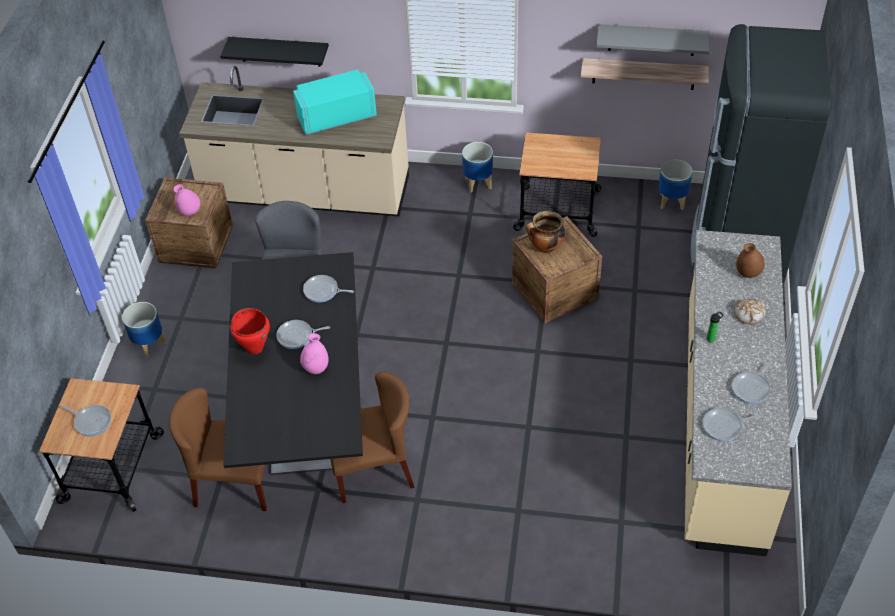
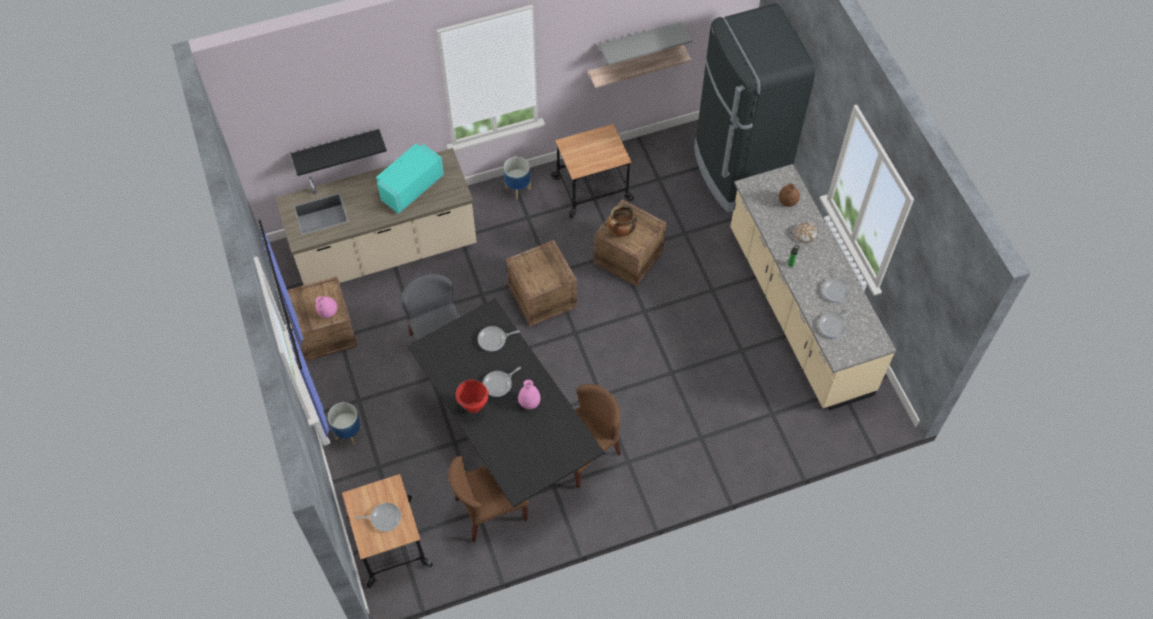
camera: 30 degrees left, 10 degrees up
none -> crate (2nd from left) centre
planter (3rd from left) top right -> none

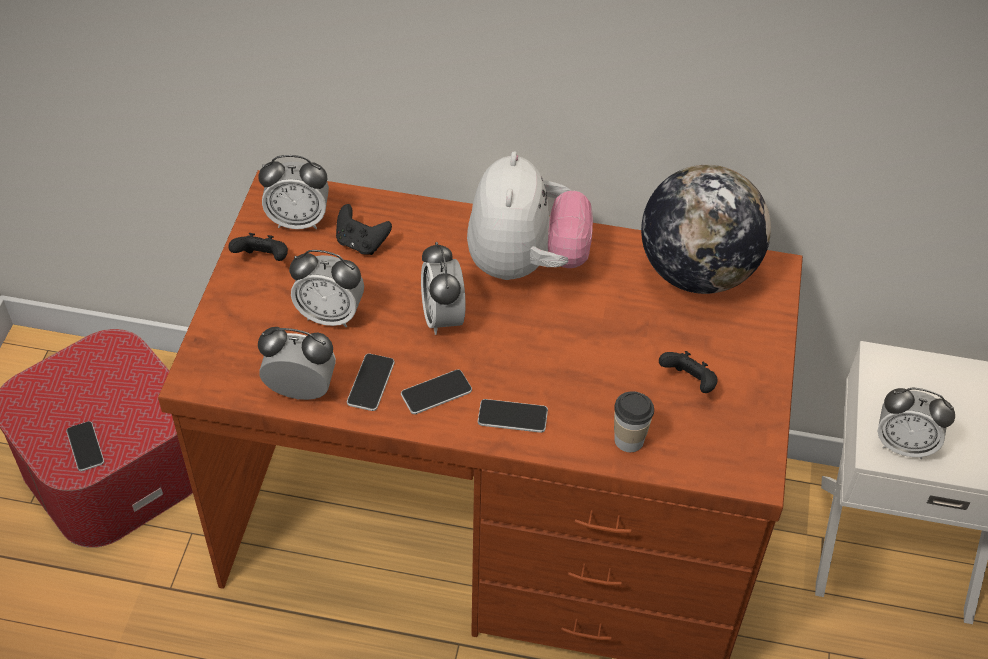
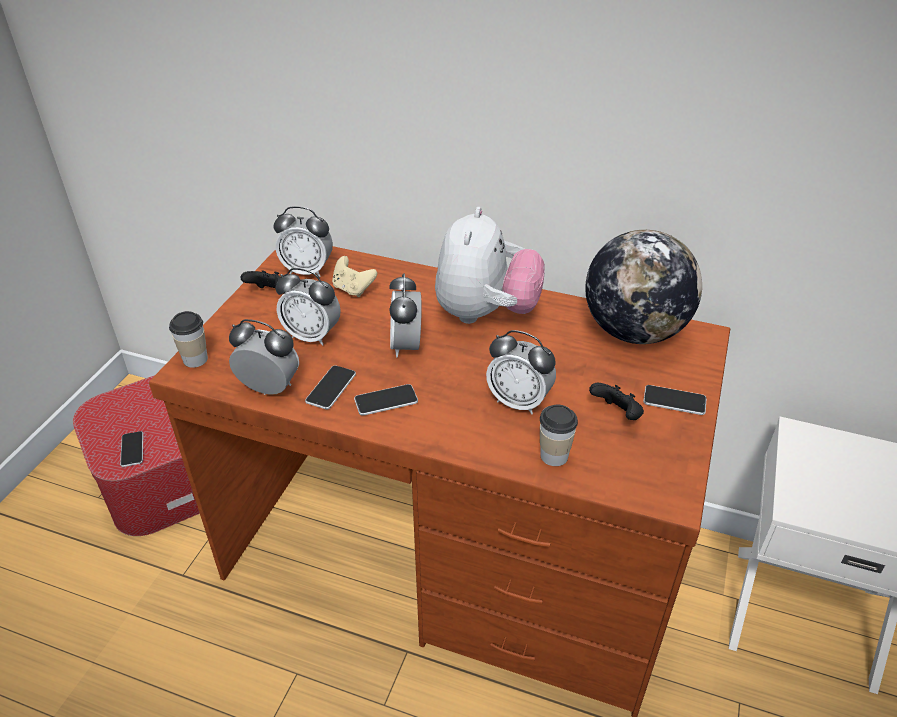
camera: 10 degrees right, 10 degrees down
none -> cup (1st from left) middle left
black game controller (2nd from left) centre -> beige game controller centre
alarm clock (5th from left) middle right -> alarm clock (5th from left) centre, move
phone (4th from left) centre -> phone (4th from left) middle right, move

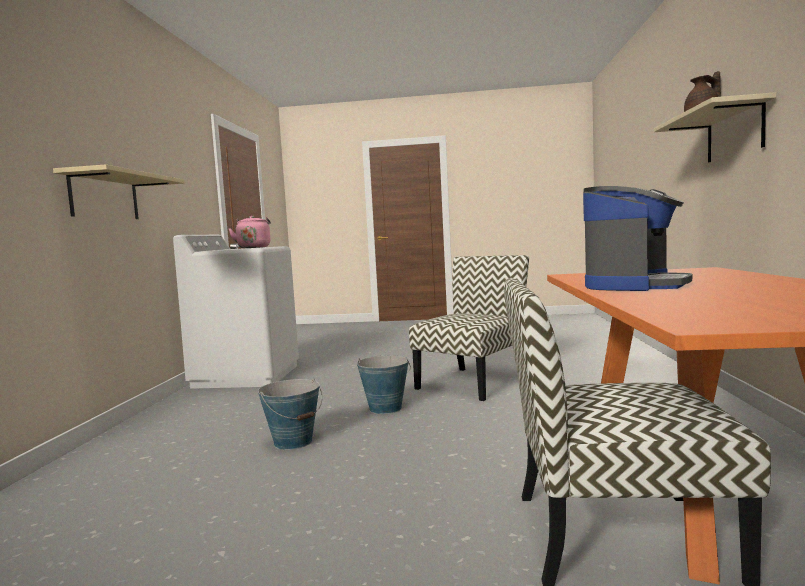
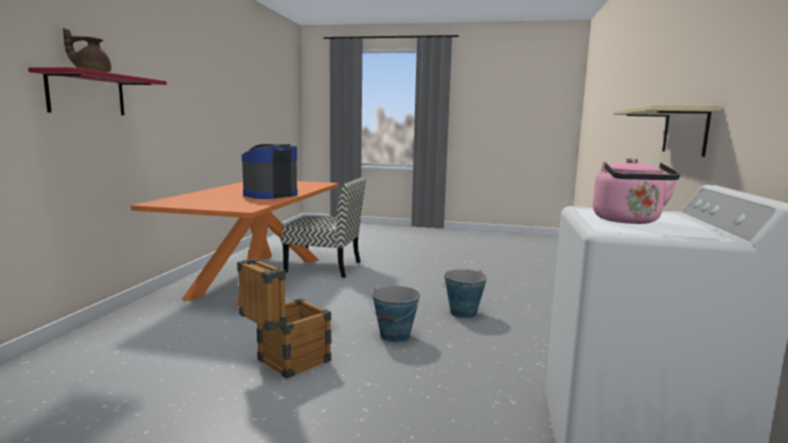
camera: 175 degrees left, 5 degrees up
beige shelf (2nd from left) top right -> red shelf top left
chair (1st from left) centre -> crate bottom centre

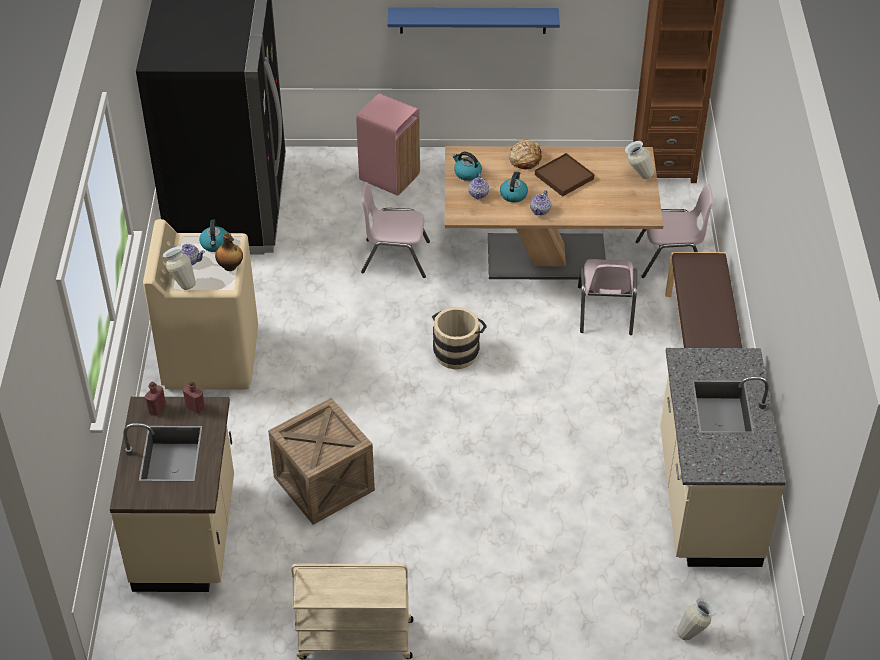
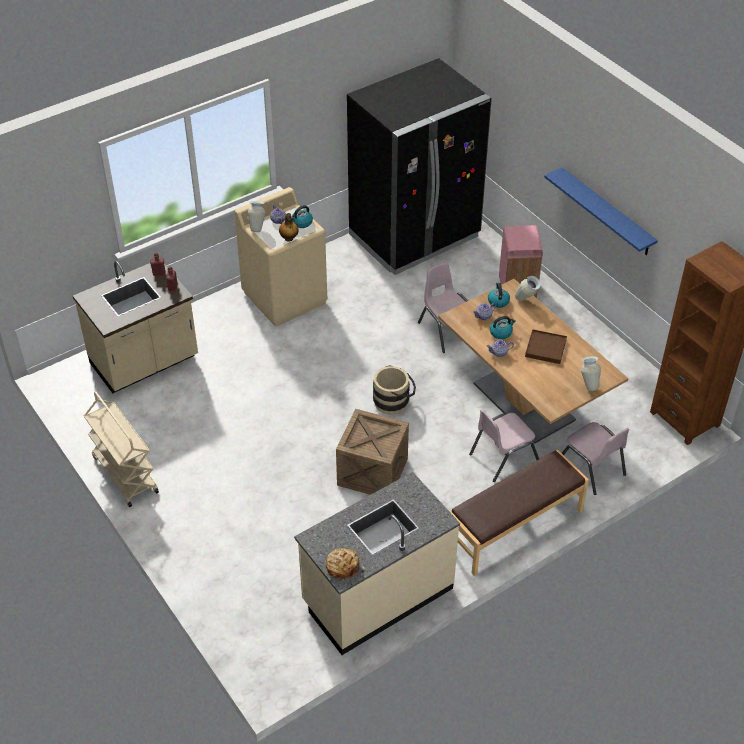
camera: 55 degrees right, 0 degrees up
bread top centre -> bread bottom centre, move
crate bottom centre -> crate centre, move
vase (3rd from left in the first image) bottom right -> vase (2nd from left) middle right, move

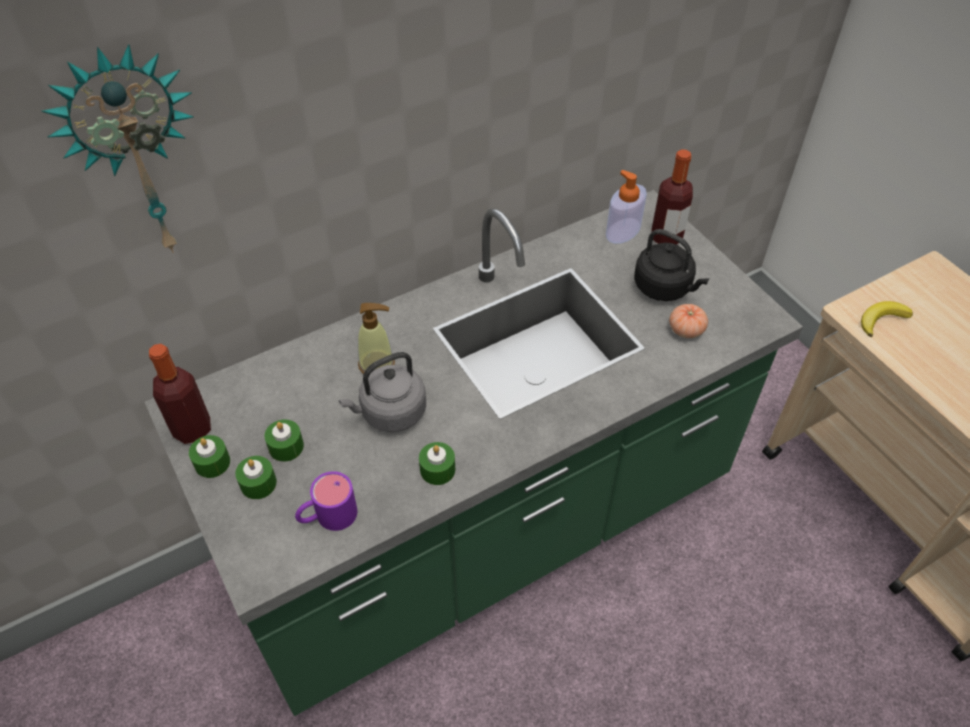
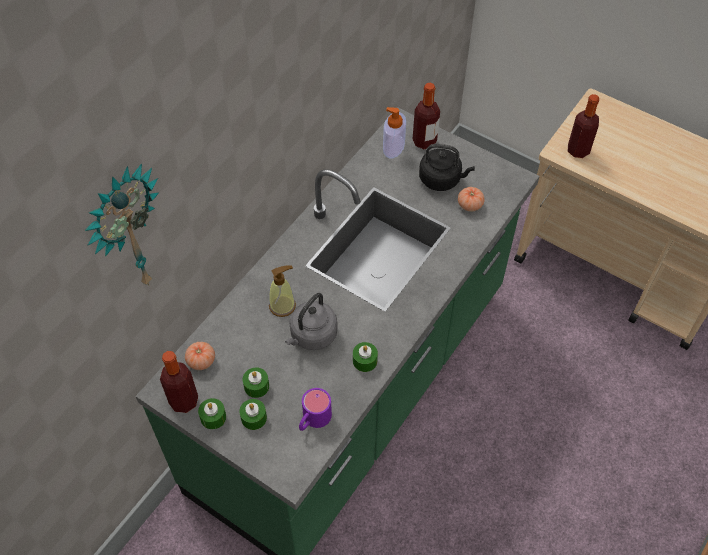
camera: 25 degrees left, 5 degrees up
none -> tomato (1st from left) middle left
banana middle right -> bottle (3rd from left) top right

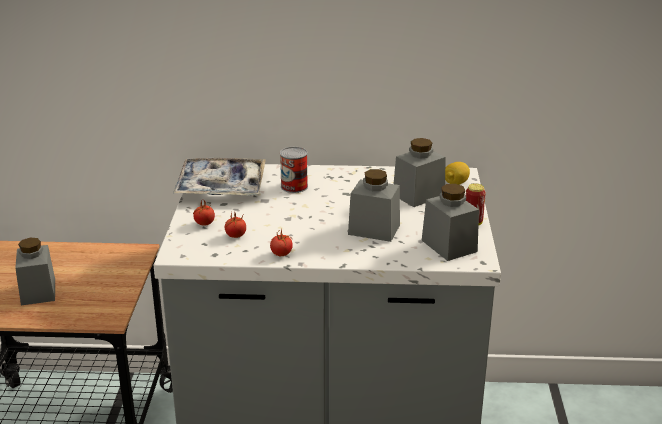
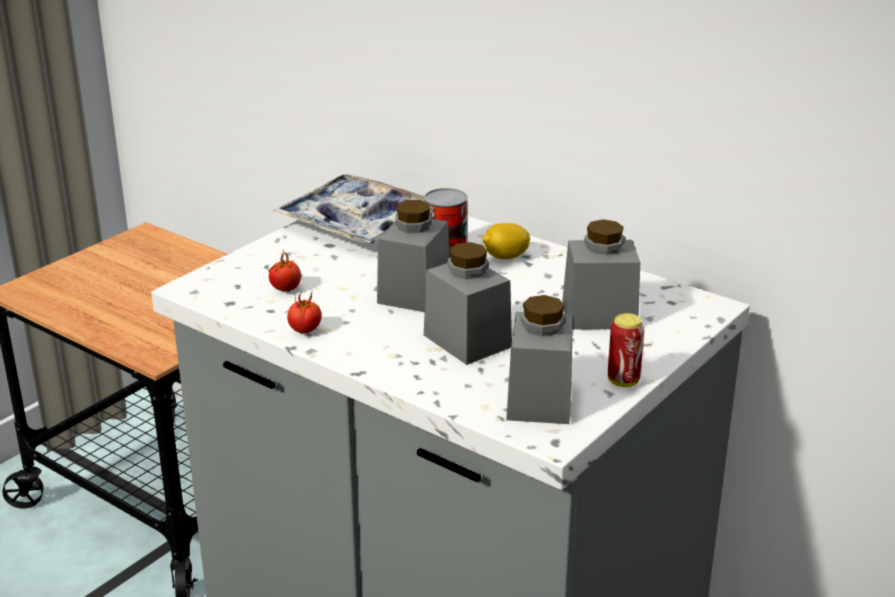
camera: 35 degrees right, 0 degrees up
grey jar (1st from left) middle left -> grey jar (1st from left) centre, move
lemon middle right -> lemon centre, move
tomato (1st from left) middle left -> none

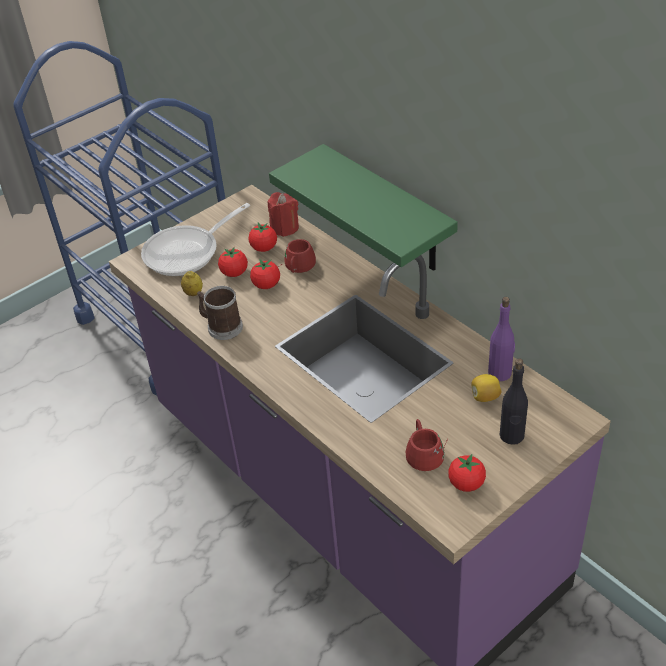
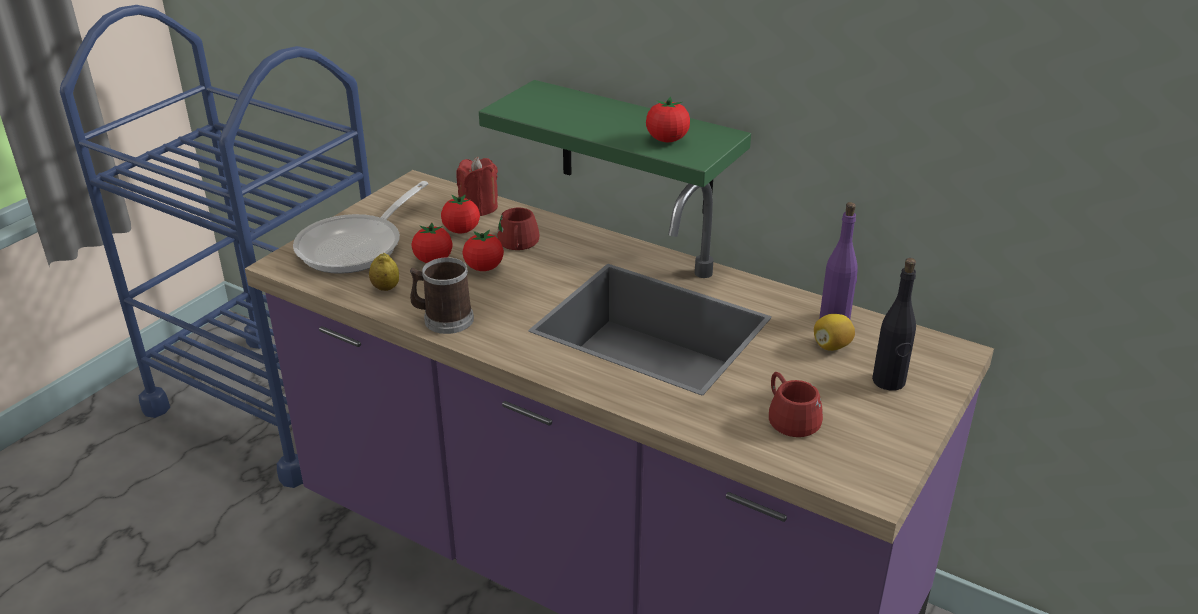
camera: 20 degrees left, 10 degrees down
tomato (4th from left) bottom right -> tomato (4th from left) top centre, move

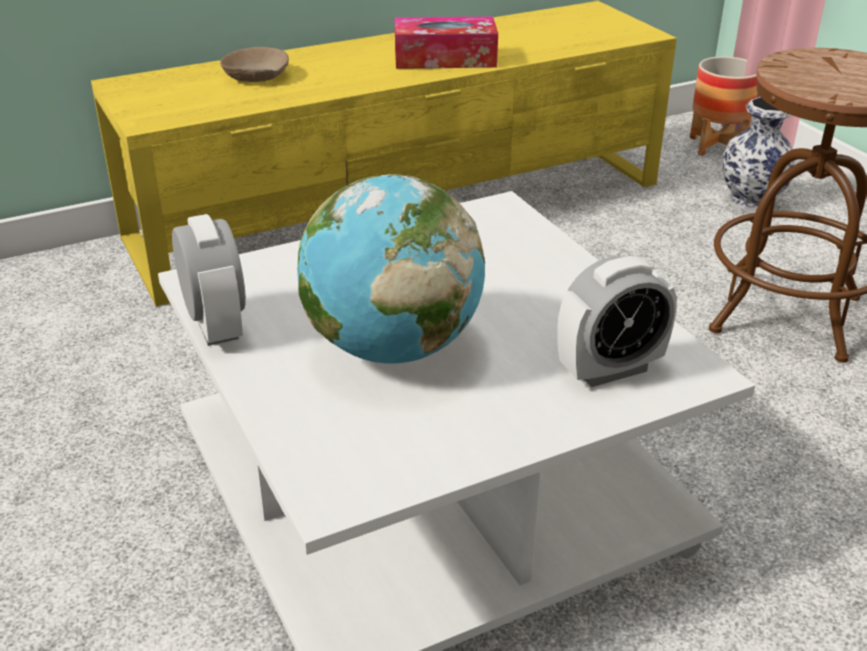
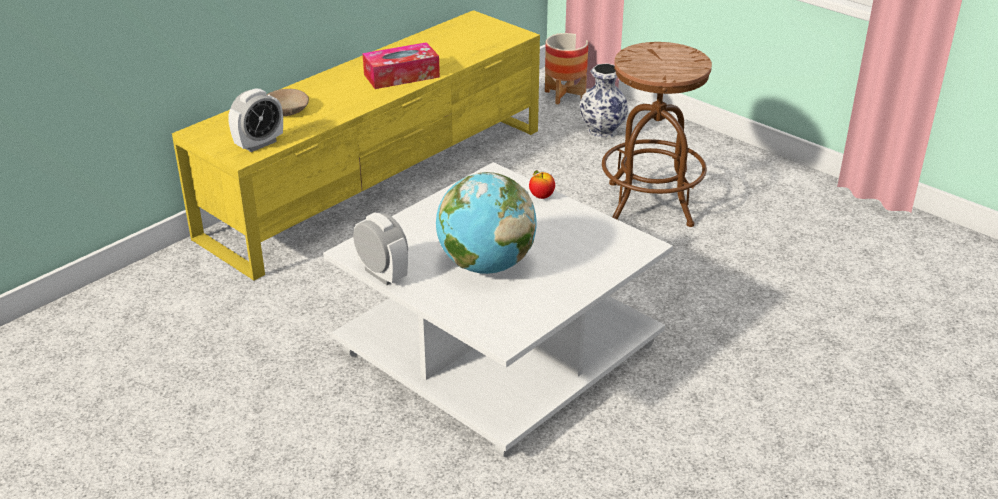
camera: 20 degrees left, 0 degrees up
alarm clock (2nd from left in the first image) middle right -> alarm clock (1st from left) top left, move
none -> apple centre

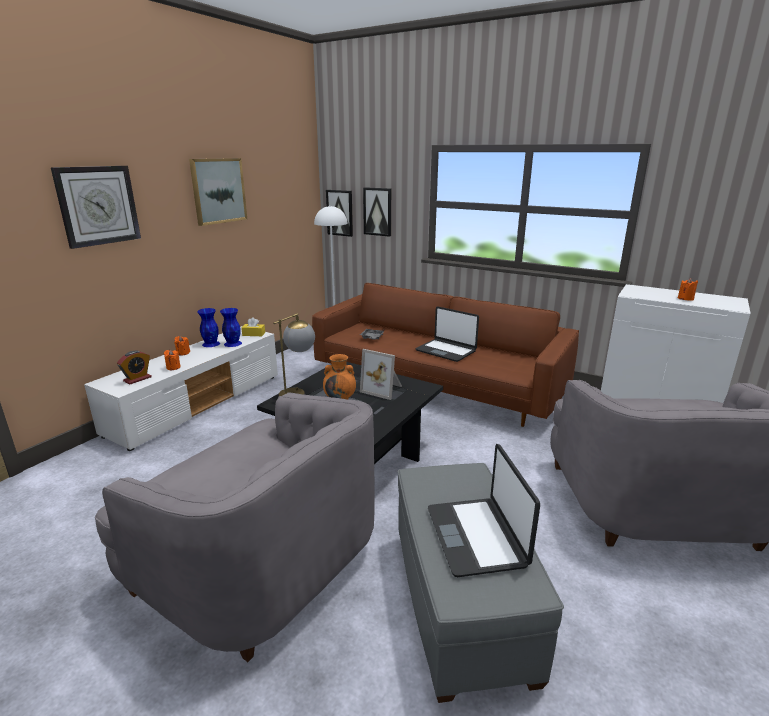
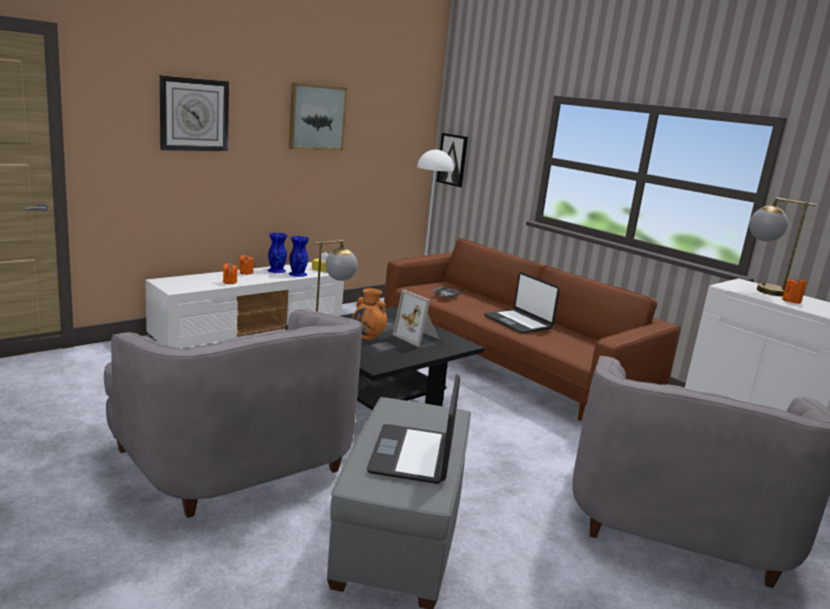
camera: 15 degrees right, 5 degrees down
none -> table lamp (2nd from left) middle right
alarm clock middle left -> none
picture (3rd from left) top centre -> none

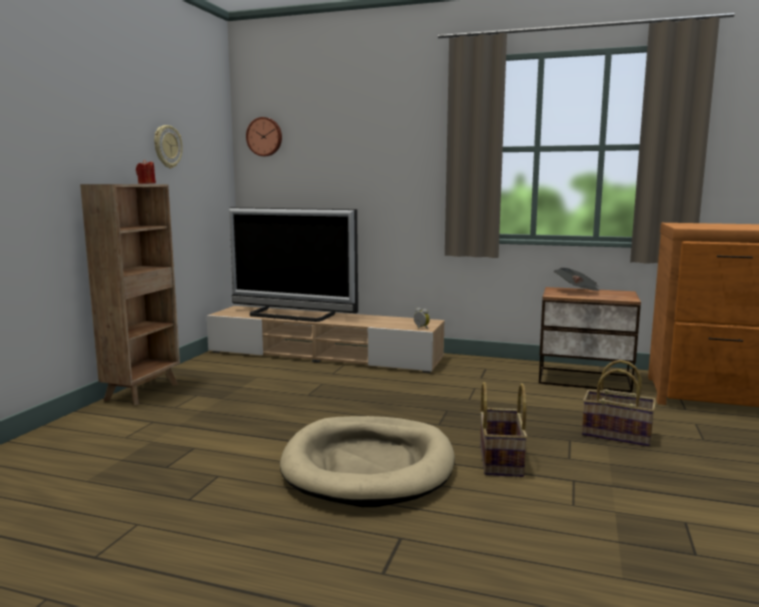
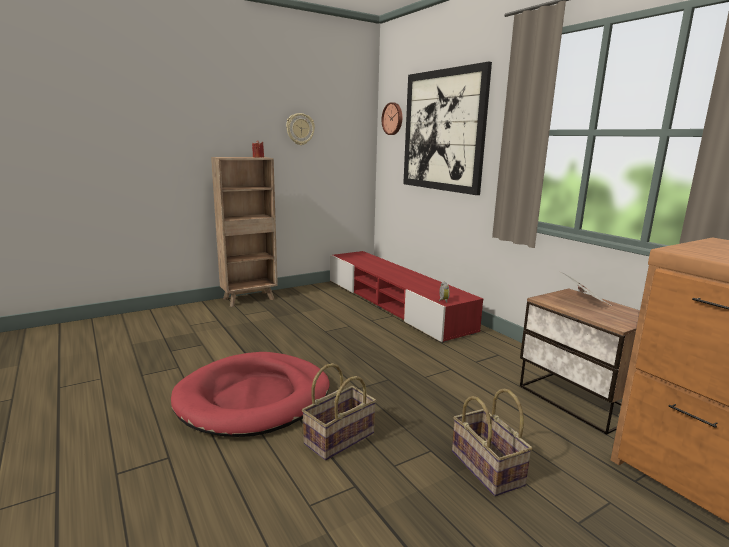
camera: 40 degrees right, 5 degrees up
beige dog bed bottom centre -> red dog bed bottom centre
beige tv stand centre -> red tv stand centre
none -> picture top centre
television centre -> none

